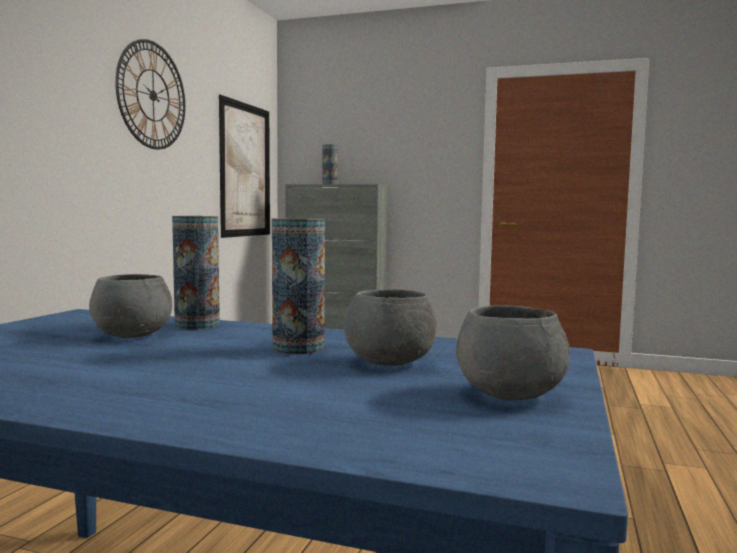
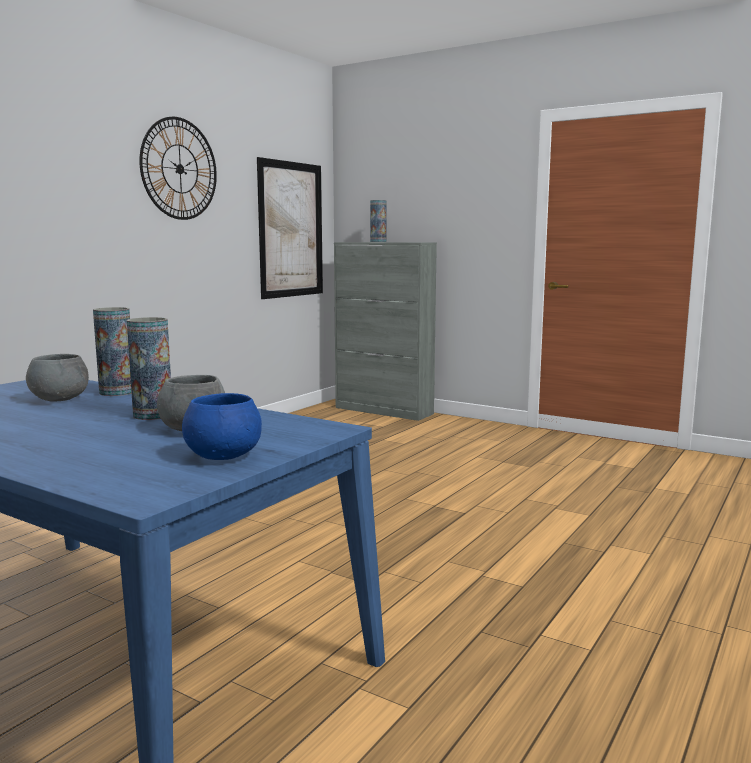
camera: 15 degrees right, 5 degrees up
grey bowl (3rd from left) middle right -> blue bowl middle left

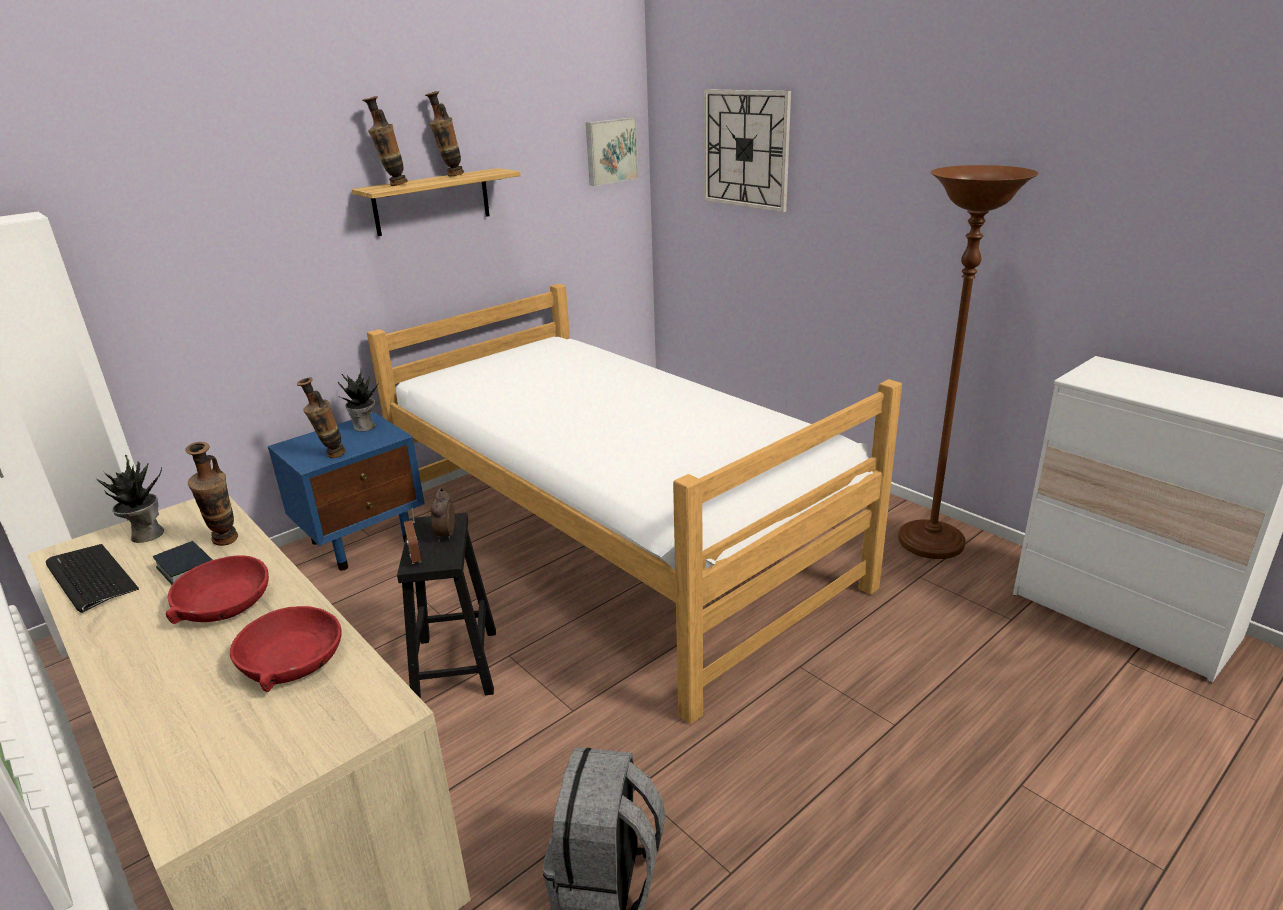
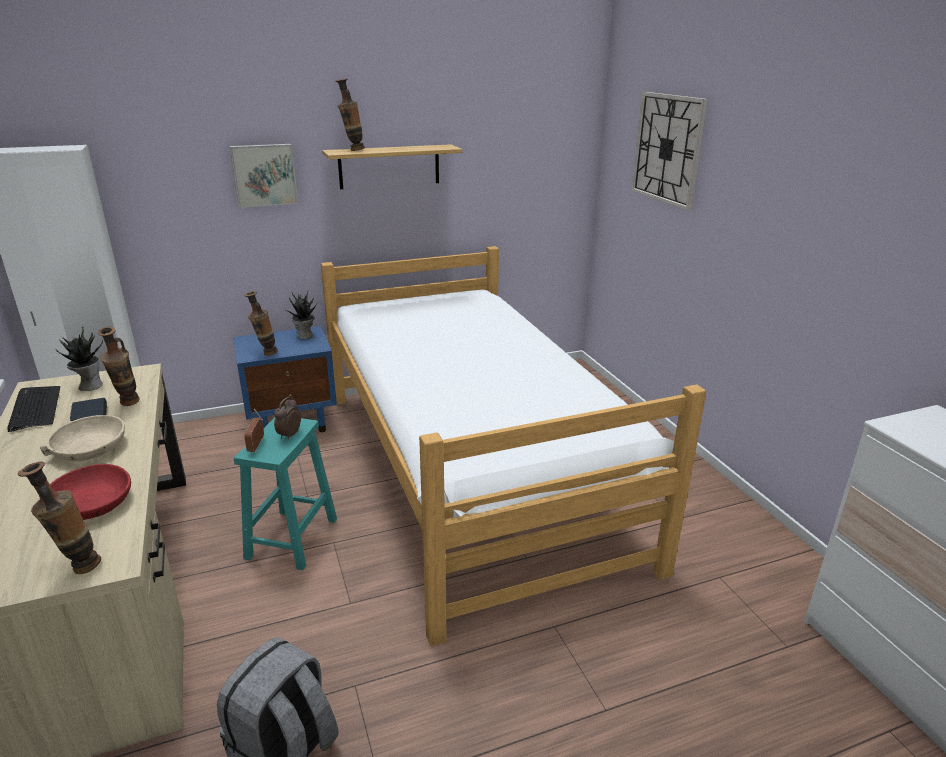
camera: 20 degrees right, 0 degrees up
vase (4th from left in the first image) top centre -> vase (1st from left) bottom left, move
red bowl (1st from left) middle left -> beige bowl middle left
picture top centre -> picture top left, move
black stool centre -> turquoise stool middle left
brown floor lamp middle right -> none

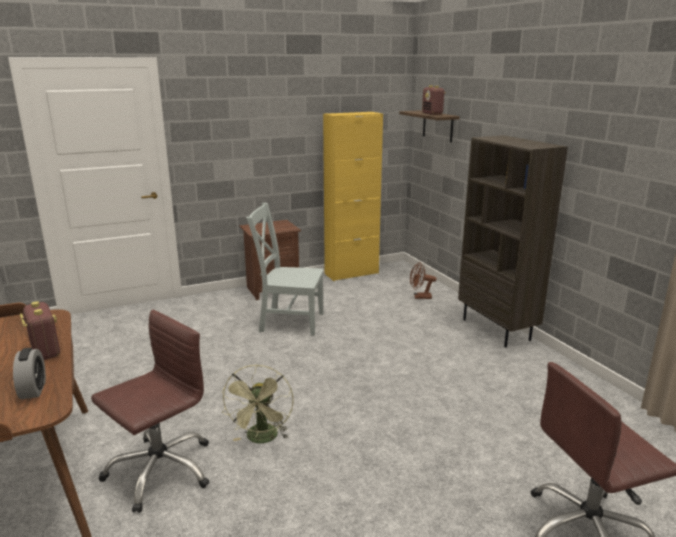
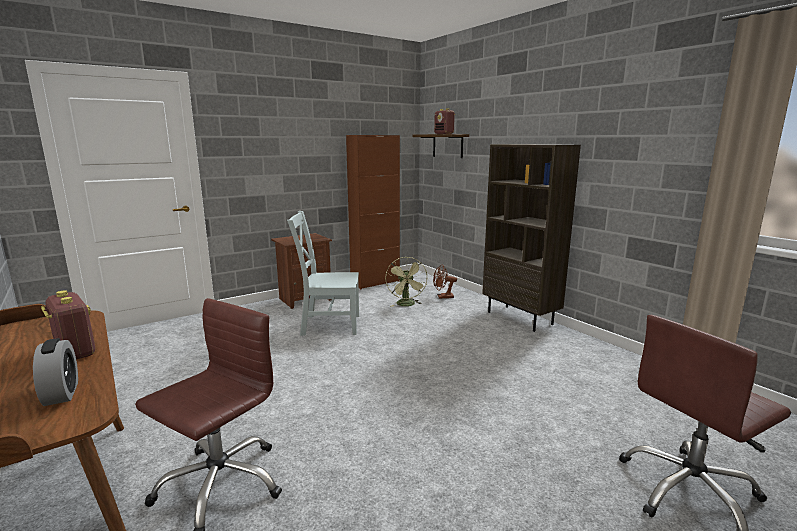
camera: 10 degrees left, 5 degrees down
yellow cabinet centre -> brown cabinet centre
green fan bottom centre -> green fan centre, move

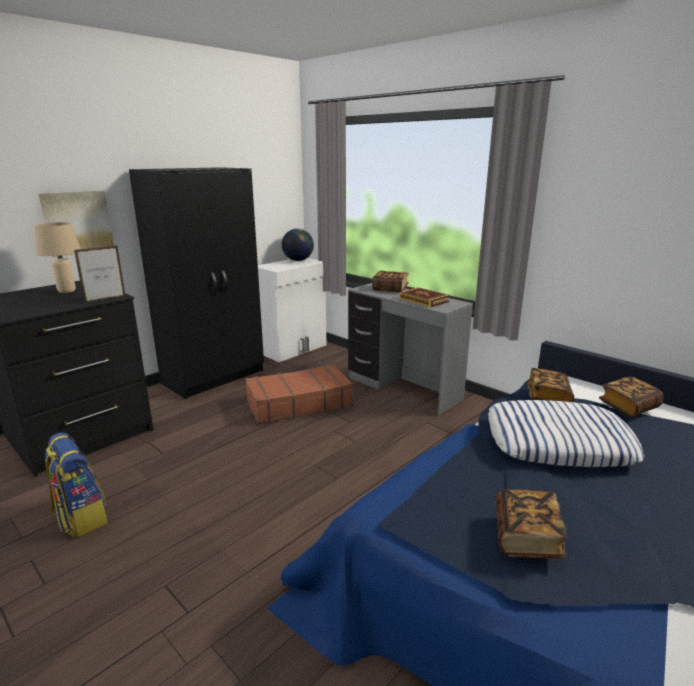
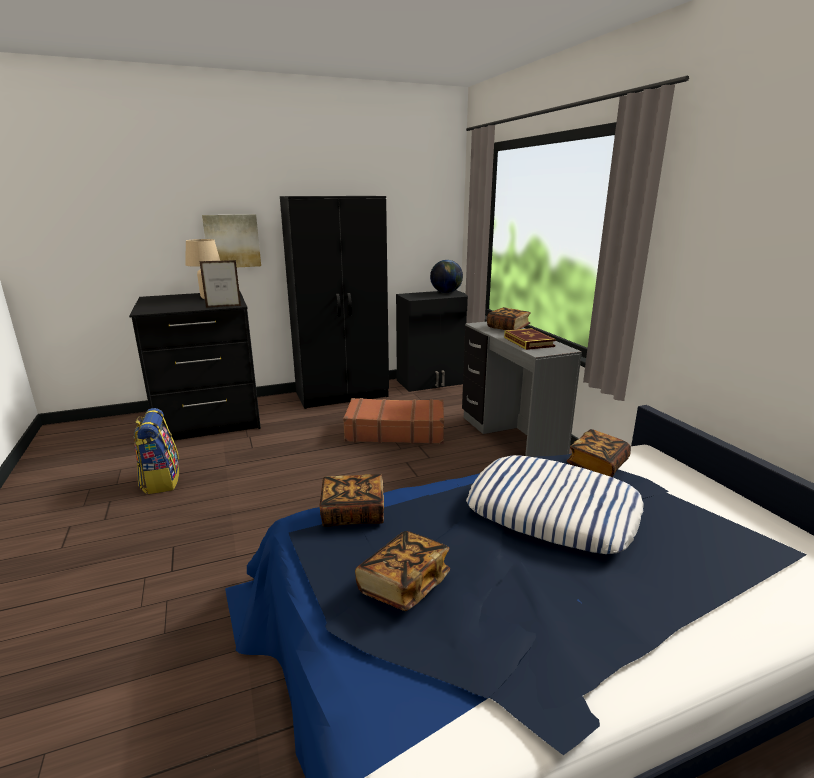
camera: 25 degrees right, 0 degrees up
book (5th from left in the first image) middle right -> book (1st from left) centre, move
white cabinet centre -> black cabinet centre

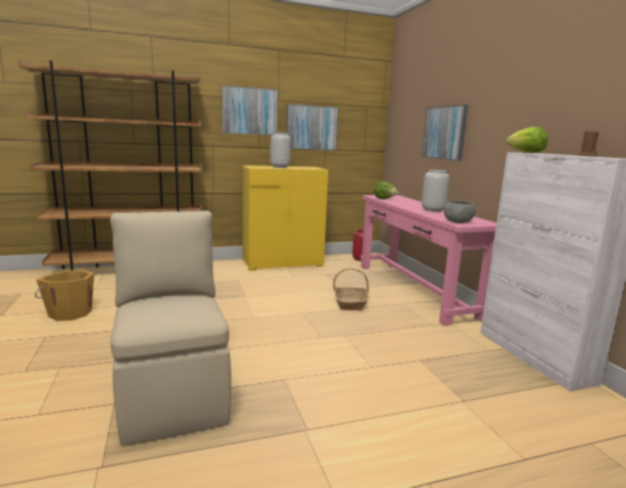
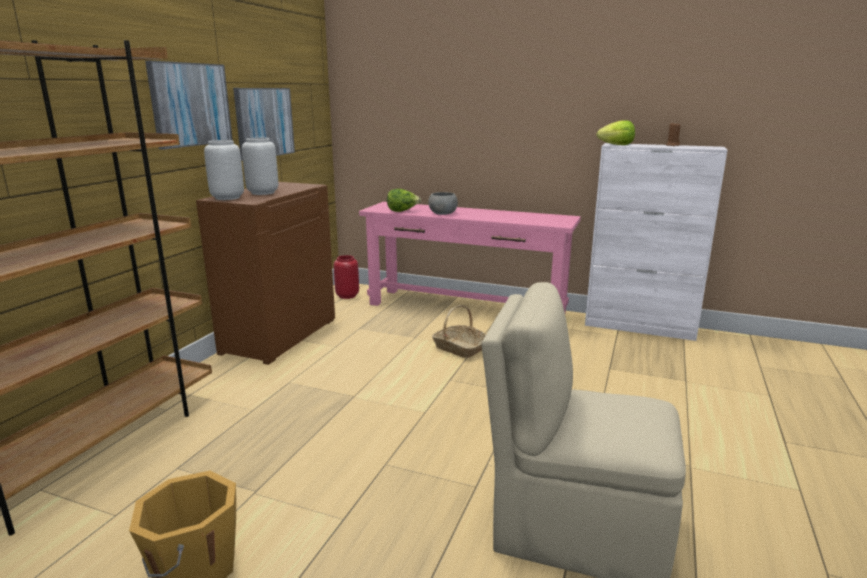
camera: 50 degrees left, 5 degrees up
yellow cabinet centre -> brown cabinet middle left
grey vase (2nd from left in the first image) middle right -> grey vase (1st from left) top left, move
grey bowl middle right -> grey bowl centre, move
picture (3rd from left) top right -> none

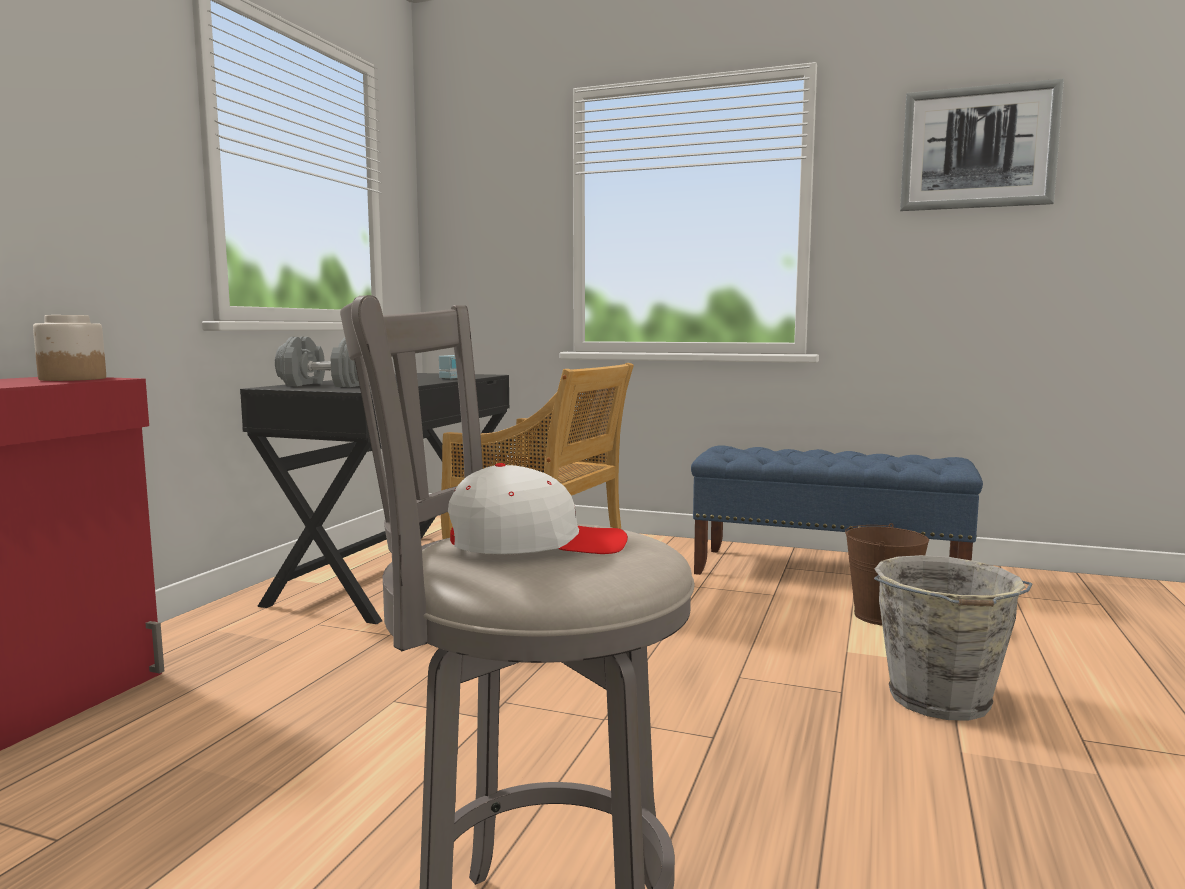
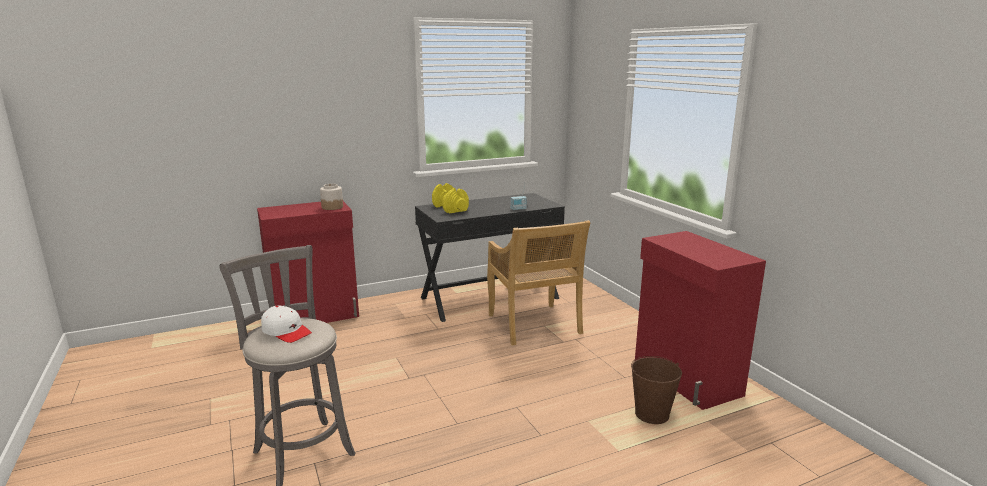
camera: 45 degrees right, 10 degrees up
grey dumbbell middle left -> yellow dumbbell centre
blue bench middle right -> red cabinet (2nd from left) middle right
grey bucket bottom right -> none
picture top right -> none

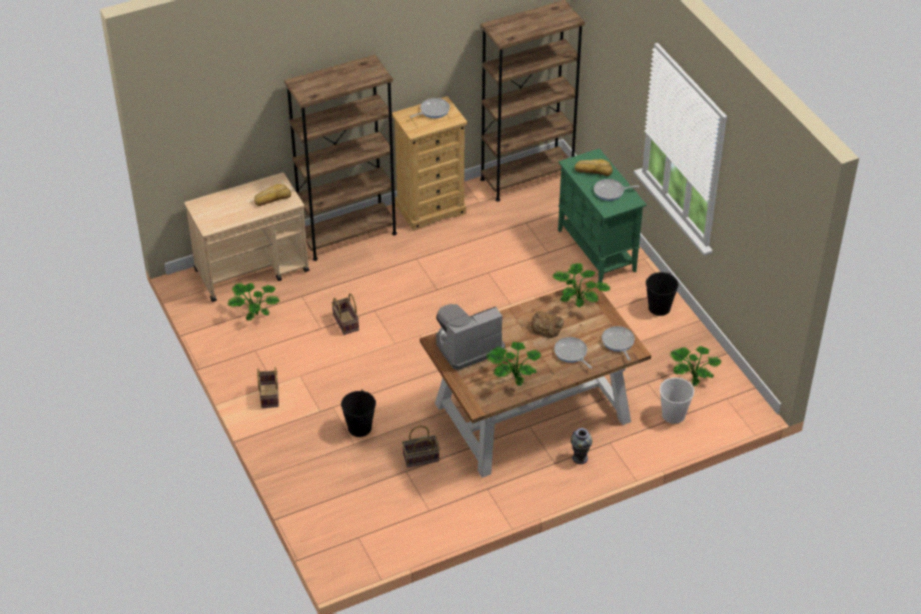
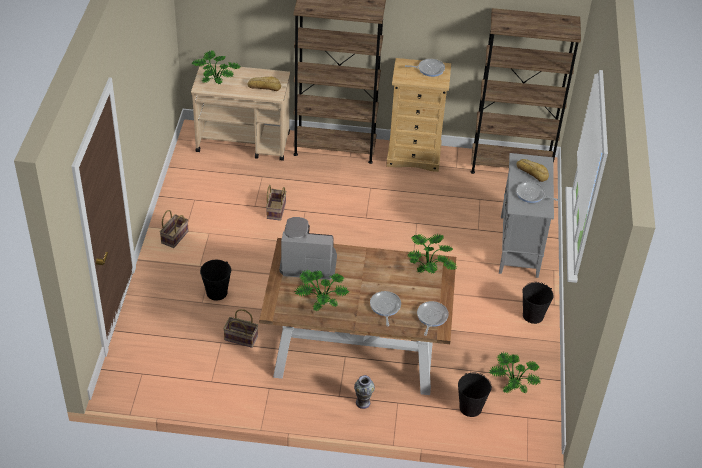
camera: 30 degrees right, 0 degrees up
potted plant (1st from left) middle left -> potted plant (1st from left) top left, move
white bucket middle right -> black bucket (2nd from left) bottom right
green cabinet centre -> grey cabinet middle right
bread (2nd from left) centre -> none

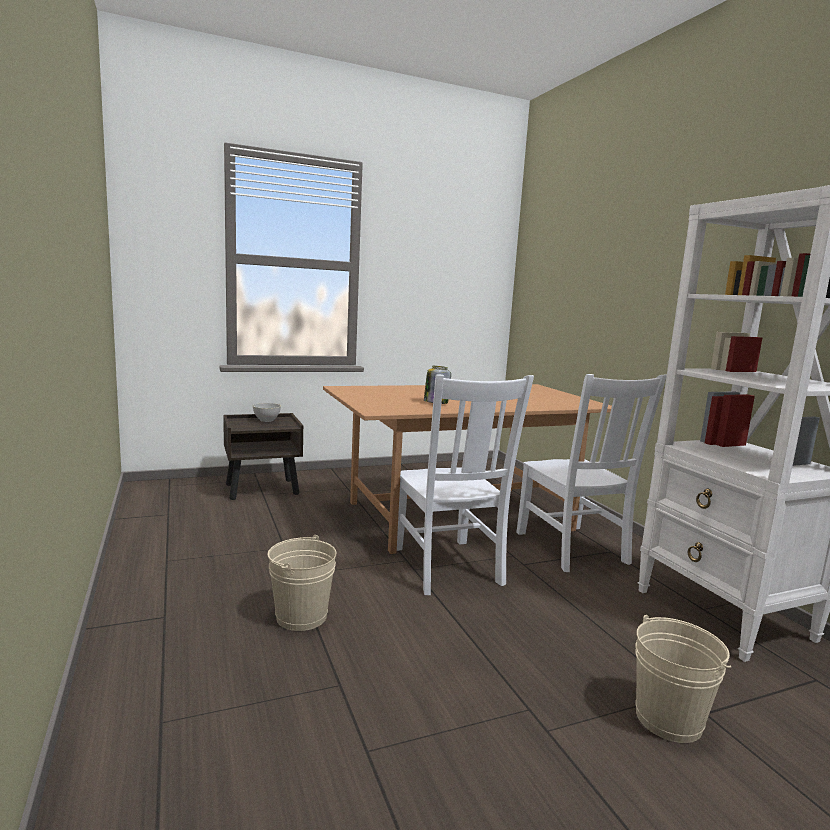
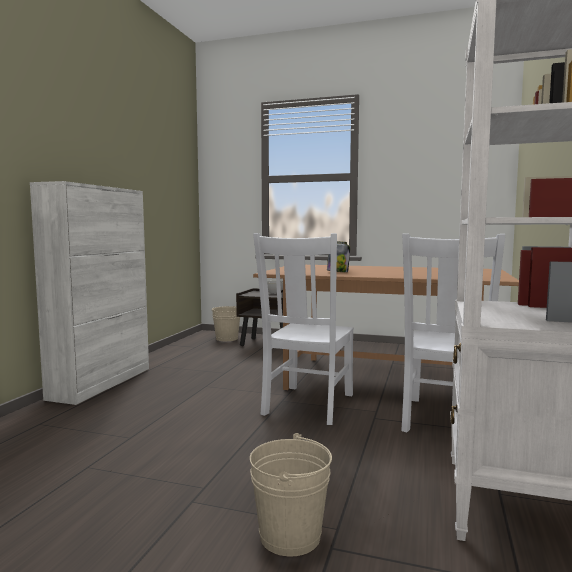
camera: 40 degrees right, 5 degrees down
none -> white cabinet middle left
beige bucket (1st from left) bottom centre -> beige bucket (1st from left) centre, move

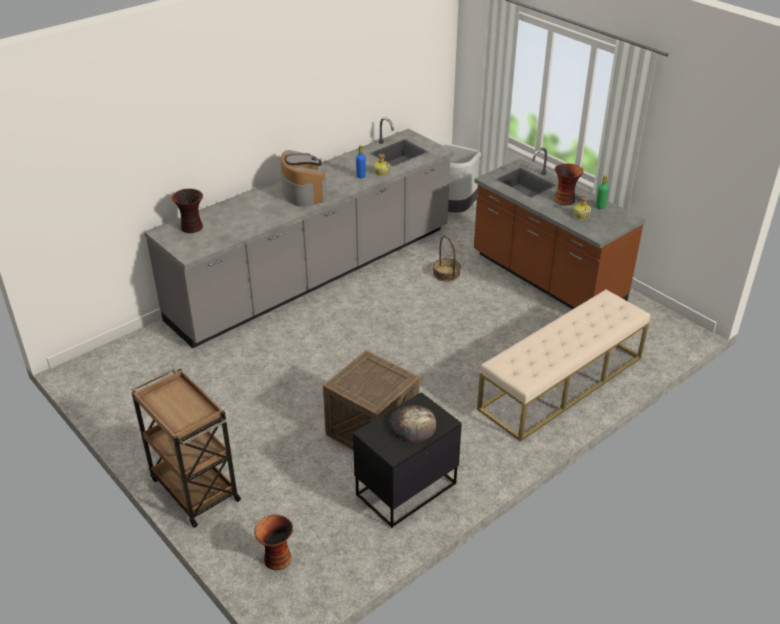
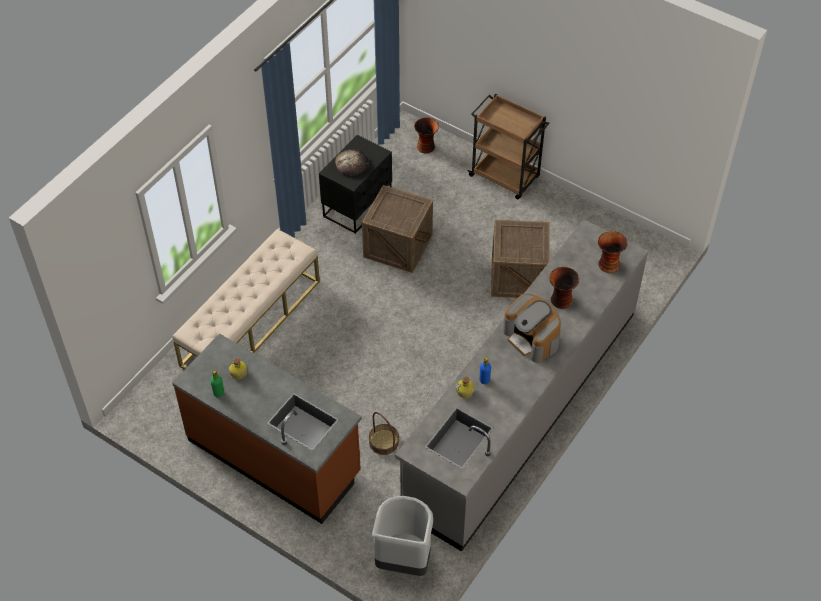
camera: 165 degrees right, 15 degrees up
none -> crate (2nd from left) centre
vase (3rd from left in the first image) top right -> vase (2nd from left) middle right, move

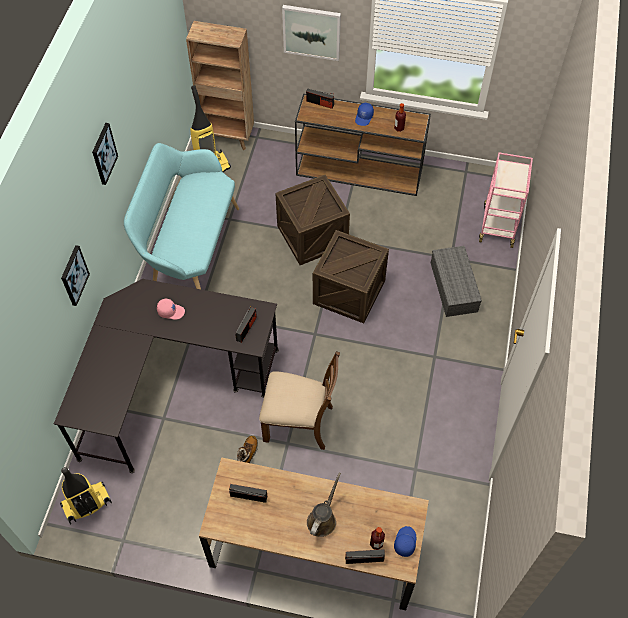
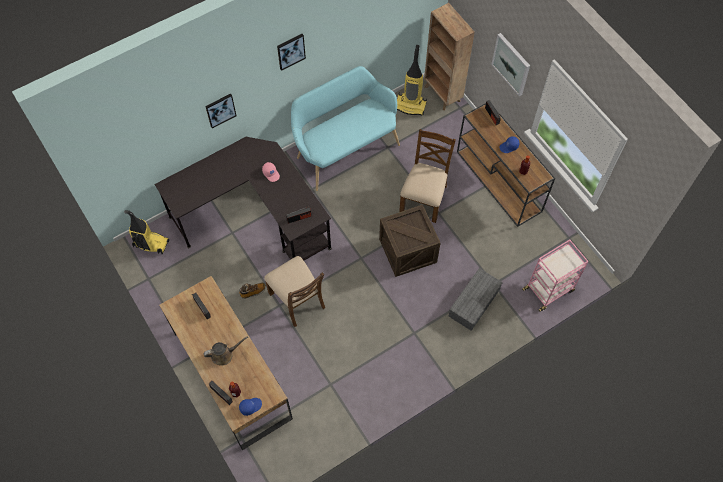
camera: 45 degrees right, 5 degrees up
crate (1st from left) centre -> brown chair (2nd from left) centre

